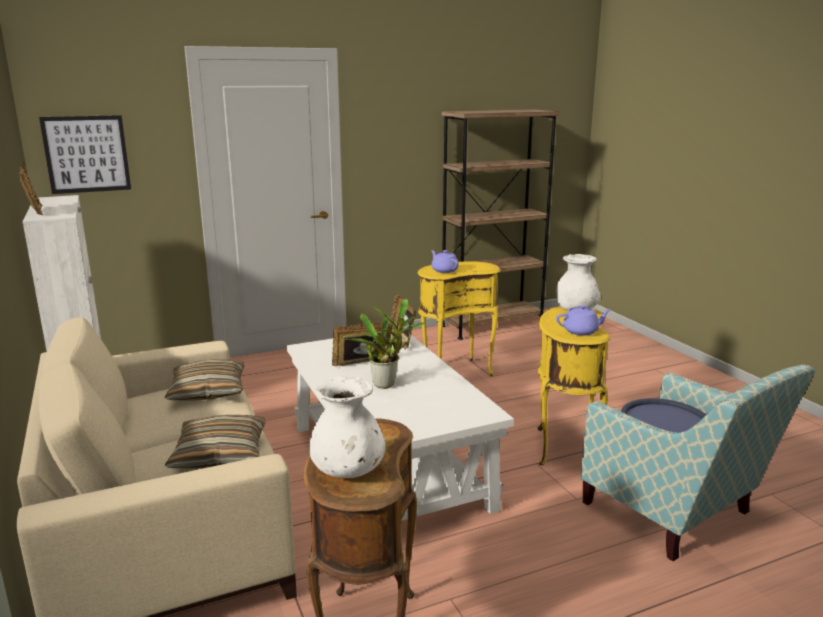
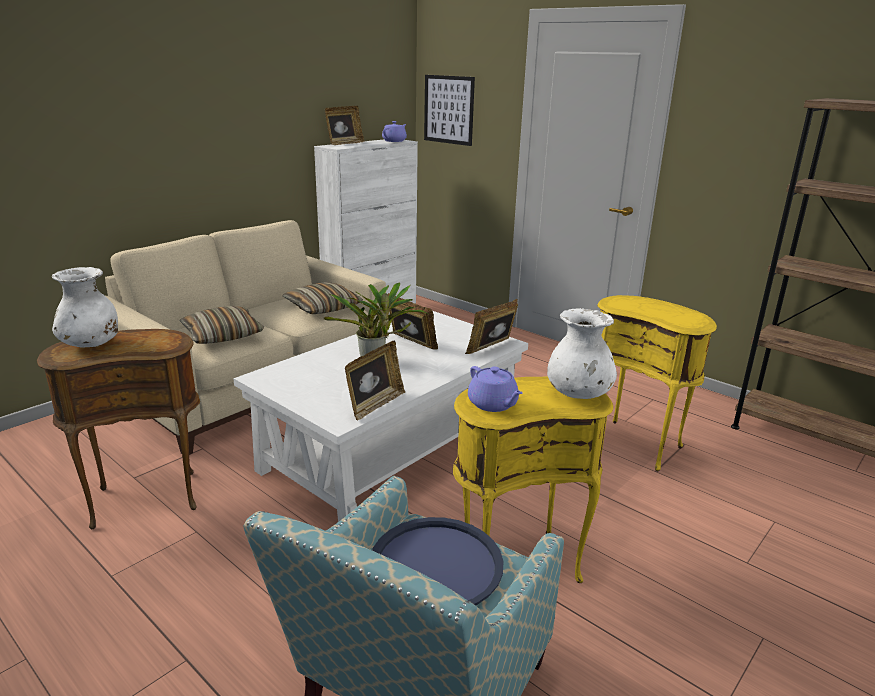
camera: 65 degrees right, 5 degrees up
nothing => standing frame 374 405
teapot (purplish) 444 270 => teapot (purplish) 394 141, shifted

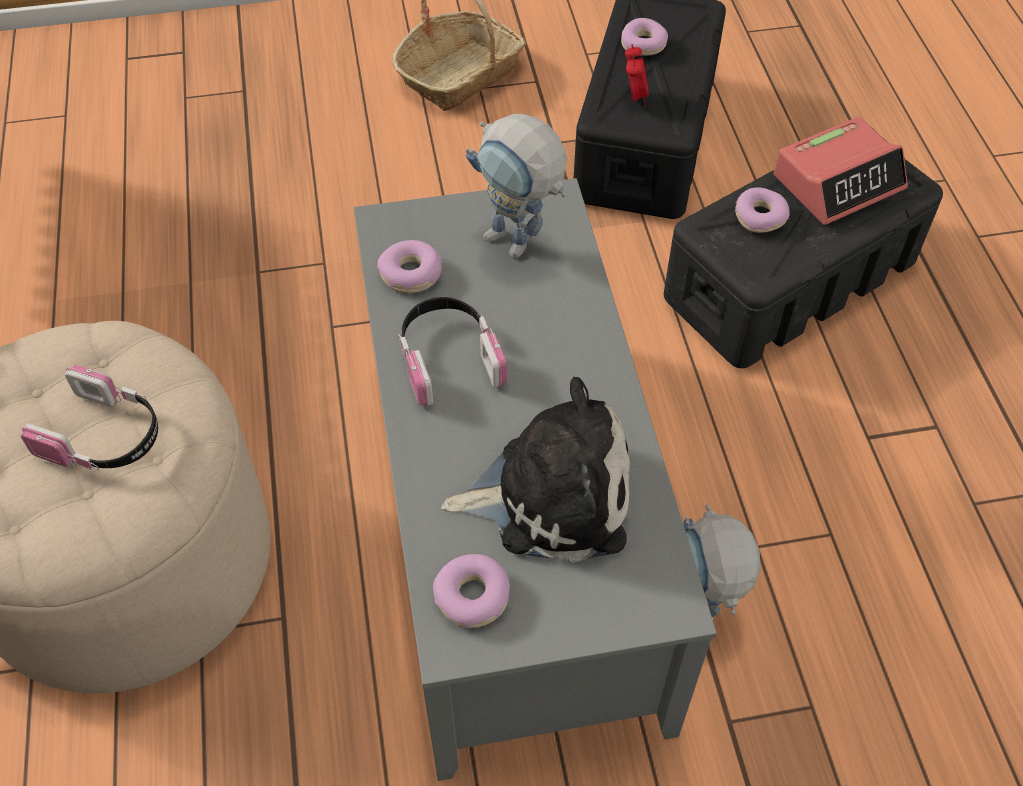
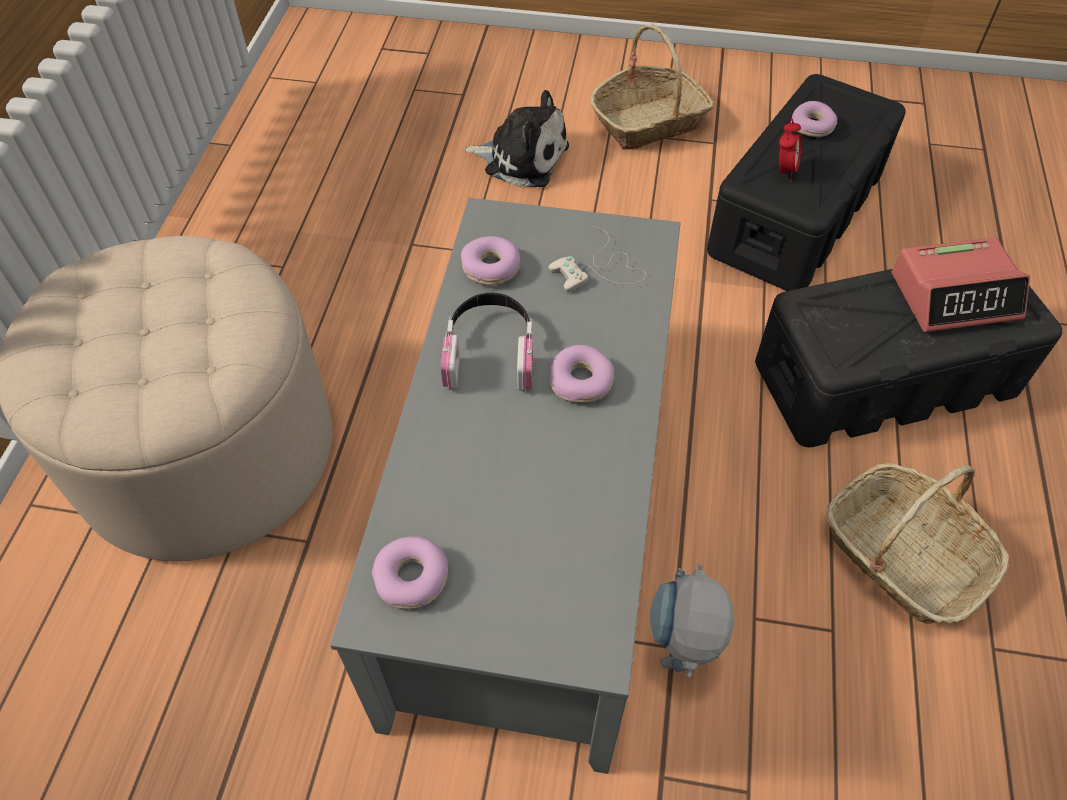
camera: 20 degrees right, 0 degrees up
cuddly toy 551 495 => cuddly toy 521 158, shifted
robot figure 519 246 => joypad (whitish) 599 269
donut 760 217 => donut 581 381, shifted
nothing => household basket 901 555
pair of headphones 105 437 => nothing

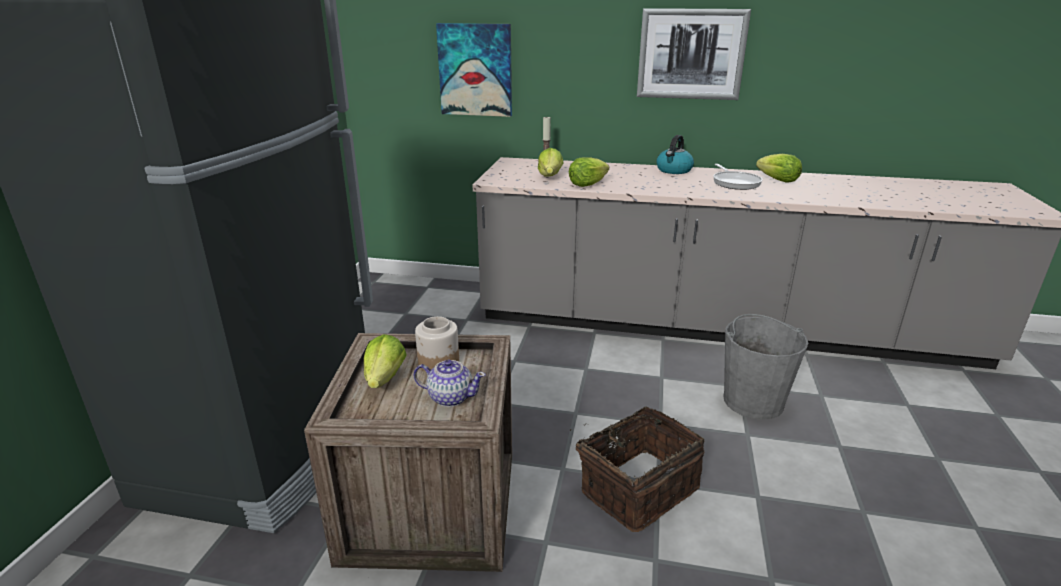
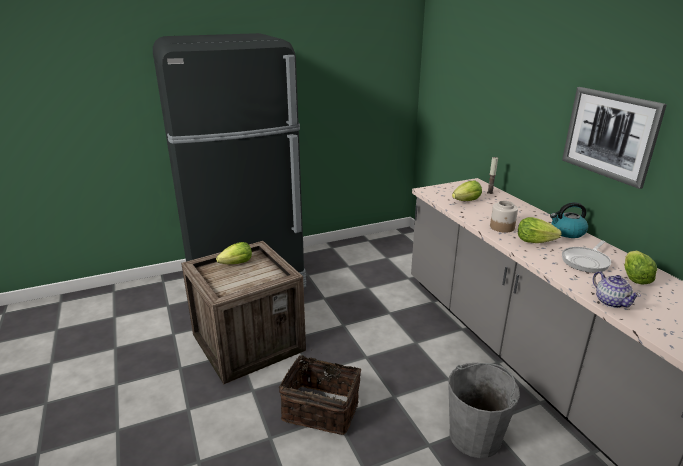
camera: 55 degrees right, 0 degrees up
storage jar 439 362 => storage jar 502 227, shifted
lettuce head 587 184 => lettuce head 534 241, shifted
teapot 450 397 => teapot 611 301, shifted
wall art 475 70 => nothing

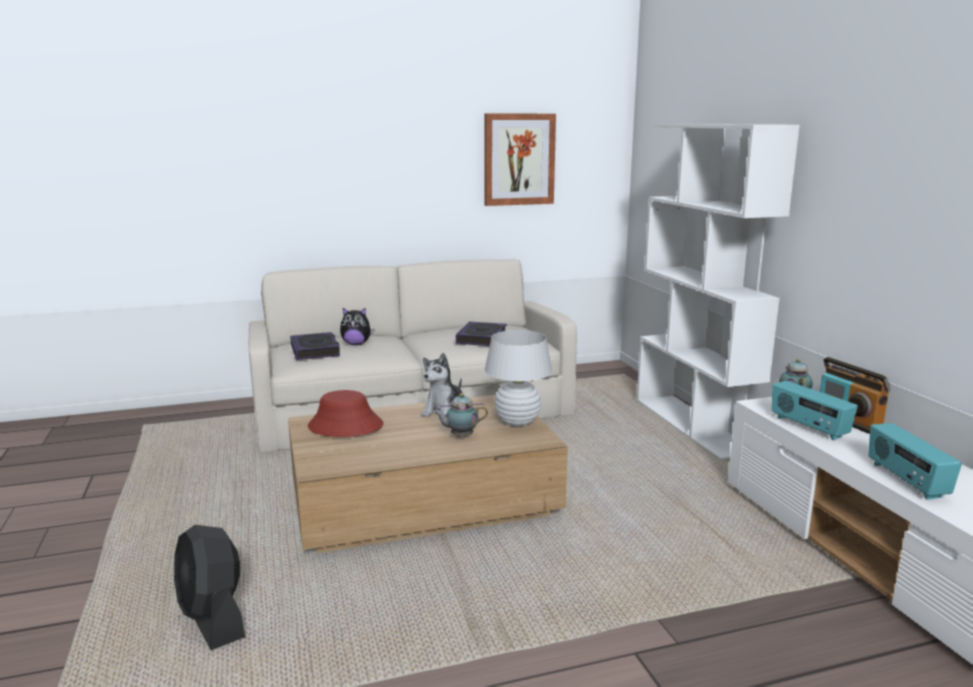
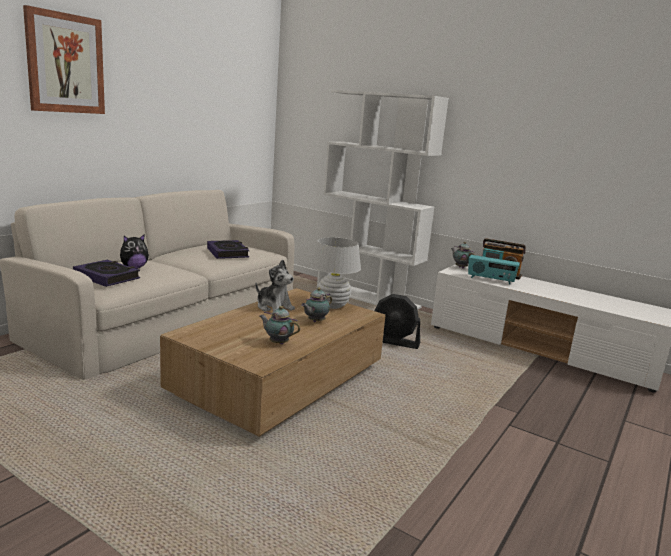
camera: 40 degrees left, 0 degrees up
wall art 519 159 => wall art 65 63, shifted
cuddly toy 445 411 => cuddly toy 274 307, 45 degrees counterclockwise
nothing => teapot 277 343
electric fan (black-coloured) 213 618 => electric fan (black-coloured) 394 342, shifted
clothing hat (red) 345 426 => nothing
radio receiver 905 480 => nothing

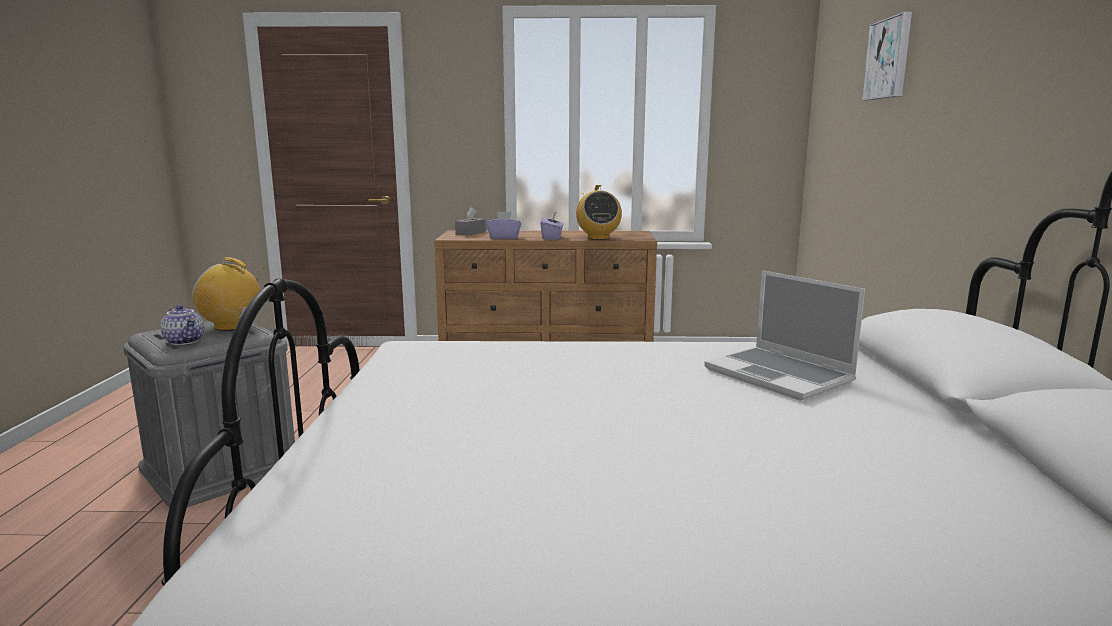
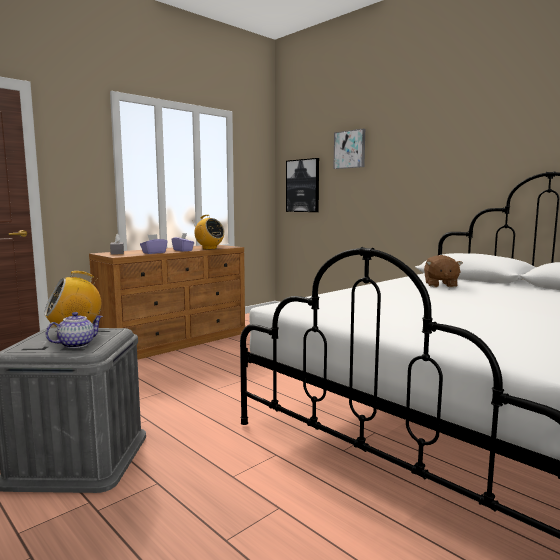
camera: 45 degrees left, 5 degrees down
teapot 185 341 => teapot 76 344, 45 degrees counterclockwise
nothing => wall art 303 186
laptop 781 375 => cuddly toy (brownish) 440 285

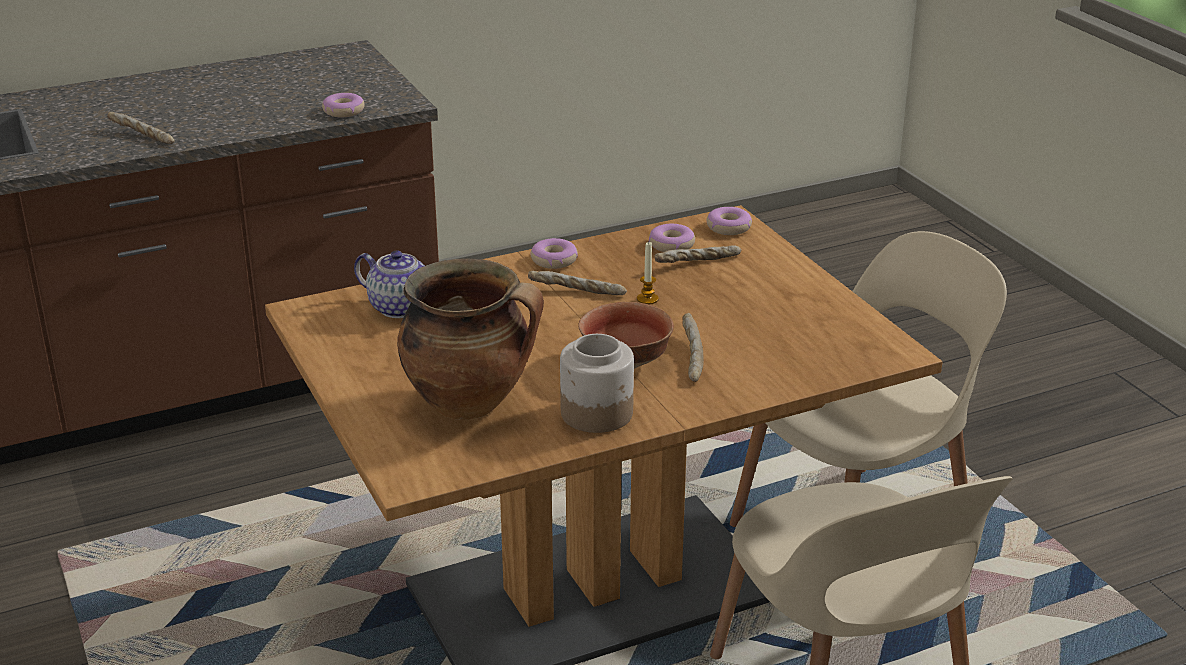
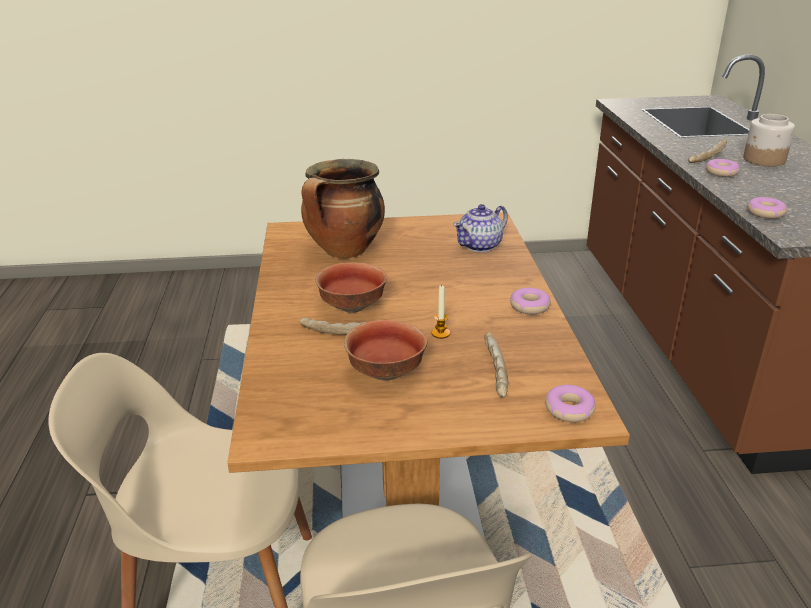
camera: 110 degrees right, 0 degrees up
nothing => serving bowl 385 371
donut 672 245 => donut 721 173, shifted
storage jar 597 413 => storage jar 764 160, shifted
bakery bread 577 293 => nothing

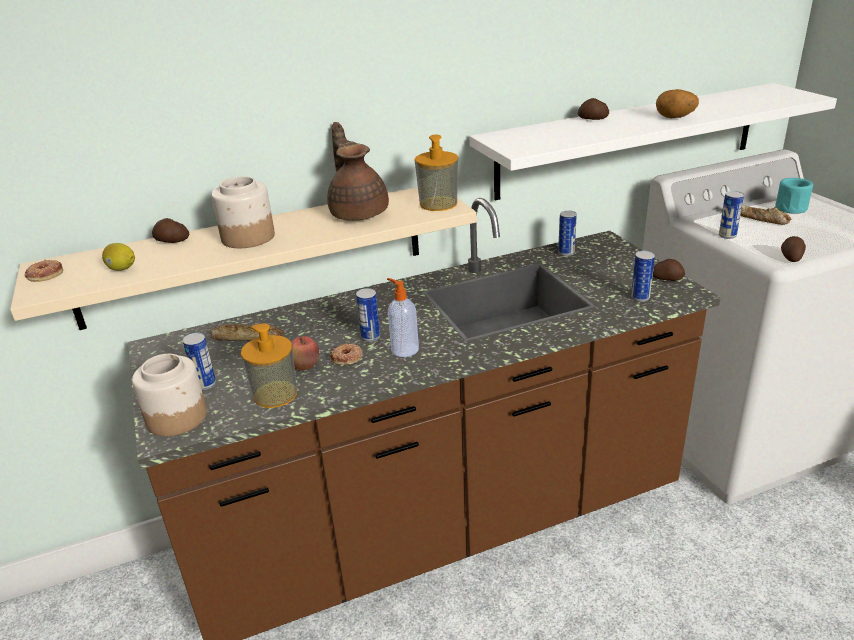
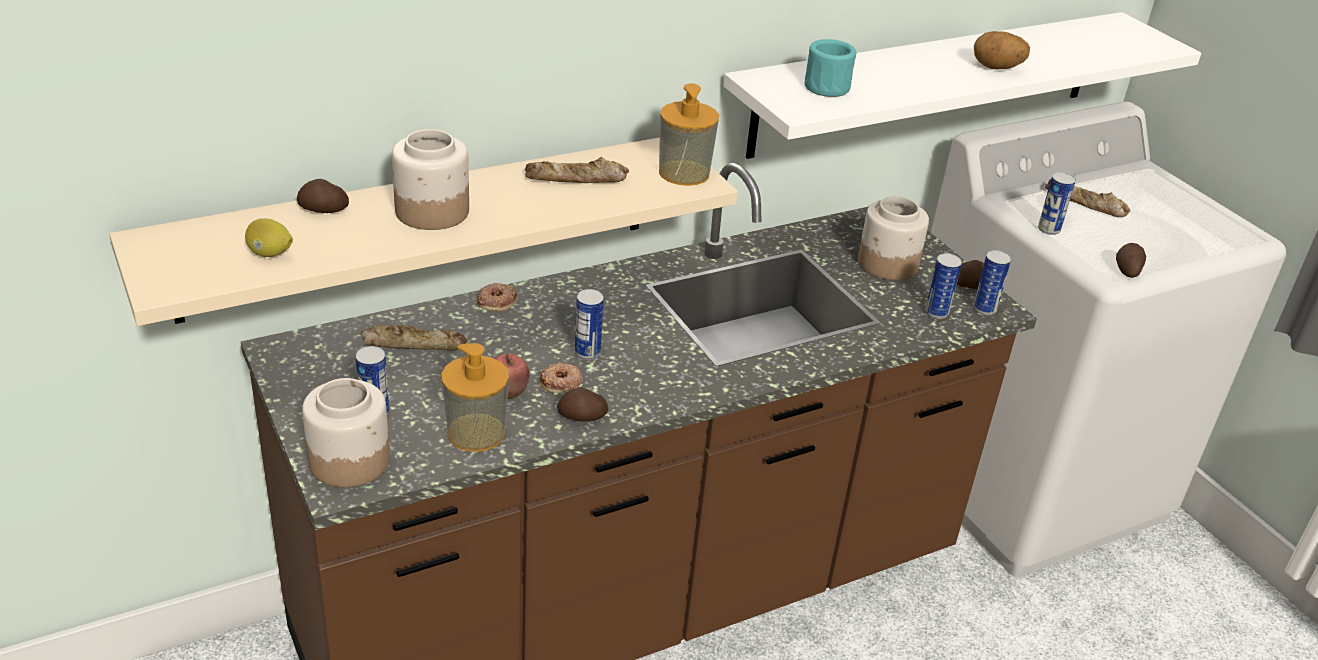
camera: 10 degrees left, 5 degrees up
donut 45 274 => donut 496 301, shifted
teapot (brownish) 359 212 => bakery bread 577 179
potato 593 119 => potato 582 417, shifted
tea mug (turquoise) 789 207 => tea mug (turquoise) 826 85, shifted
nothing => storage jar 887 264
can 566 252 => can 984 309, shifted
soap dispenser 404 349 => nothing

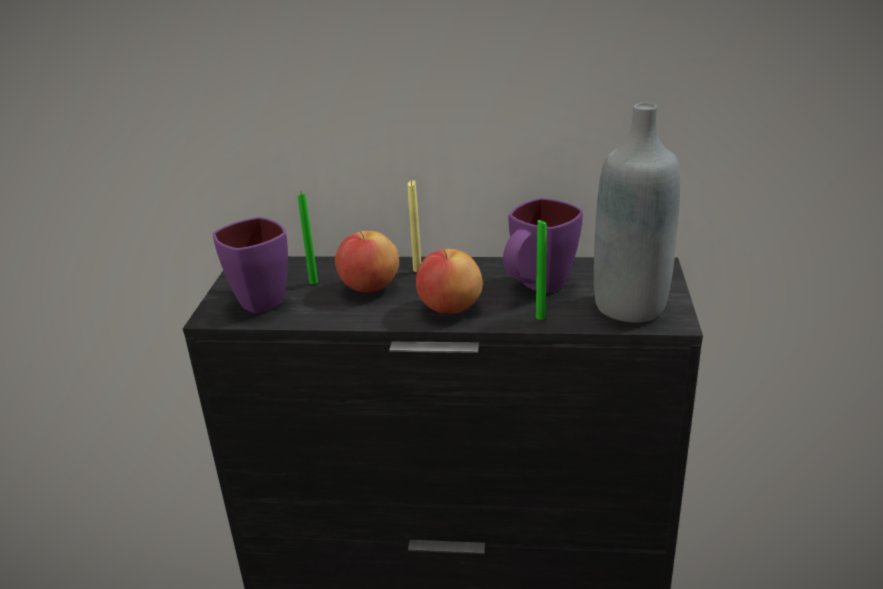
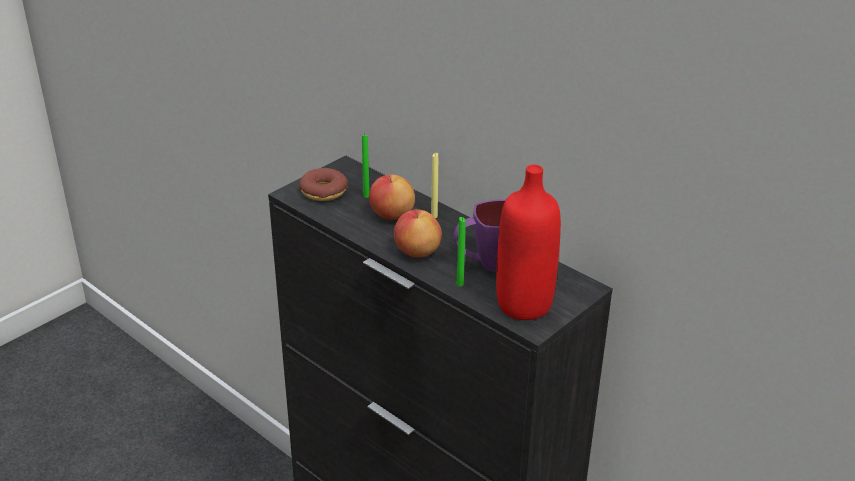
camera: 35 degrees right, 5 degrees up
tea mug (purplish) 255 298 => donut 323 192
bottle (greyish) 630 306 => bottle (red) 524 304

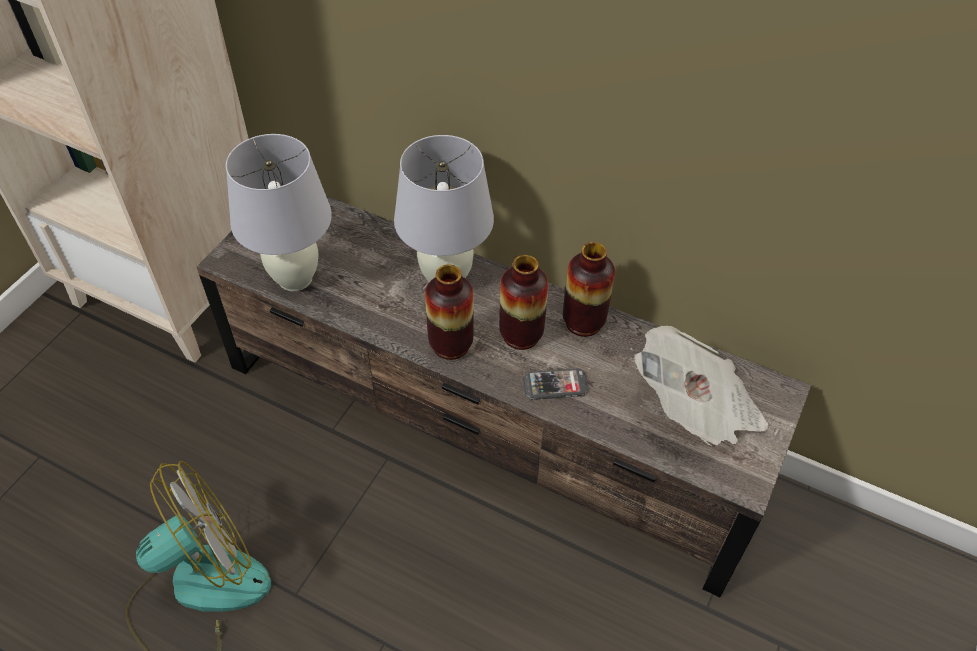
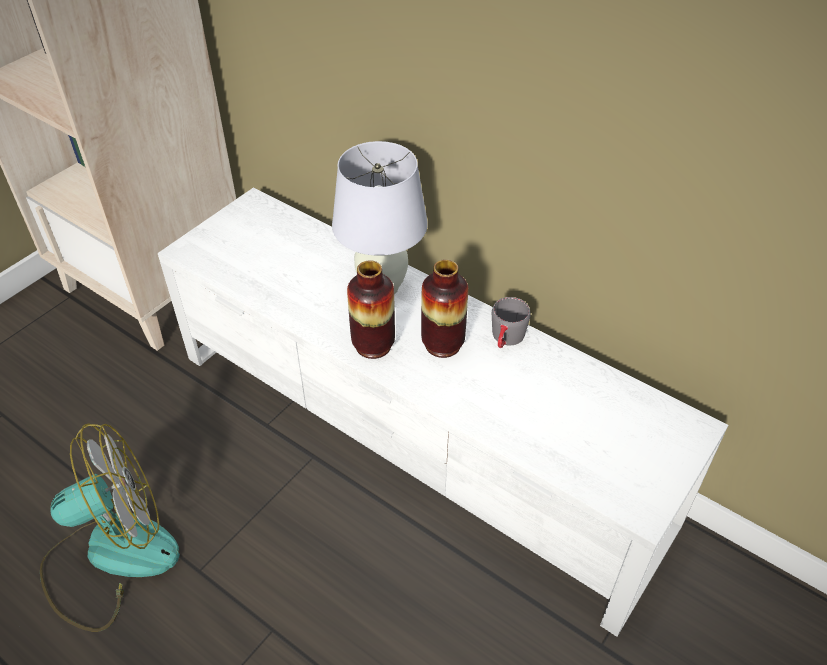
camera: 10 degrees right, 5 degrees down
tv unit (brownish) 489 423 => tv unit (whitish) 416 437
flower vase 583 322 => tea mug (greyish) 506 340
table lamp (whitish) 295 279 => nothing
handset 555 385 => nothing
daily paper 696 408 => nothing

